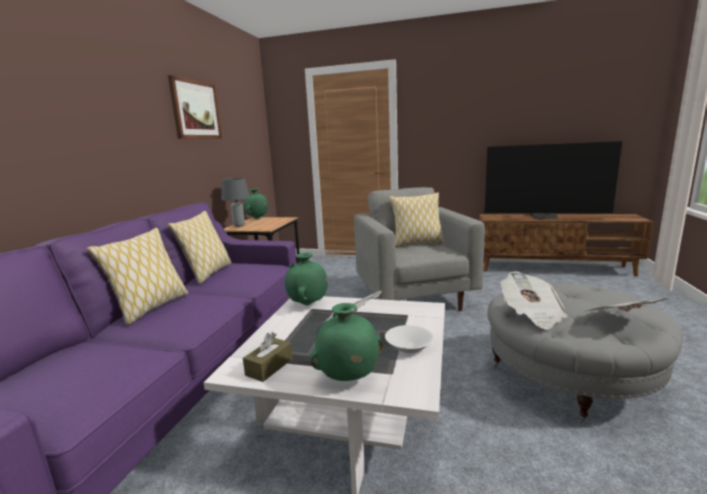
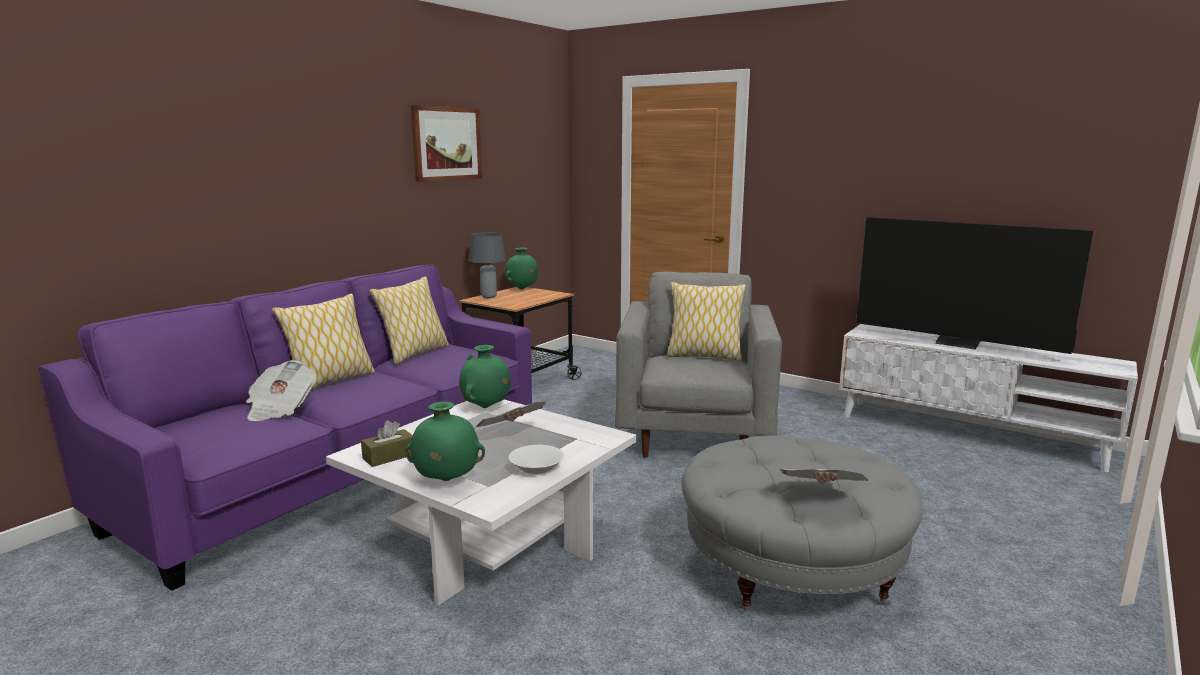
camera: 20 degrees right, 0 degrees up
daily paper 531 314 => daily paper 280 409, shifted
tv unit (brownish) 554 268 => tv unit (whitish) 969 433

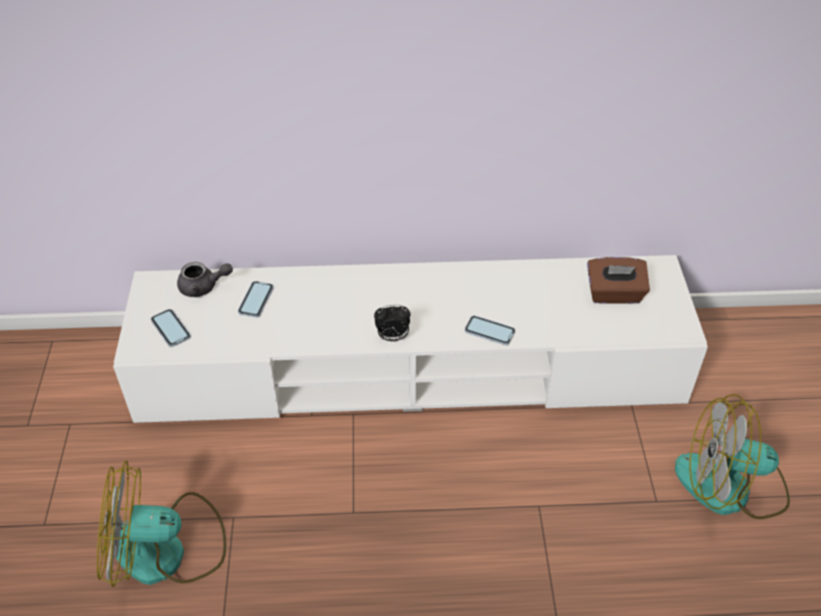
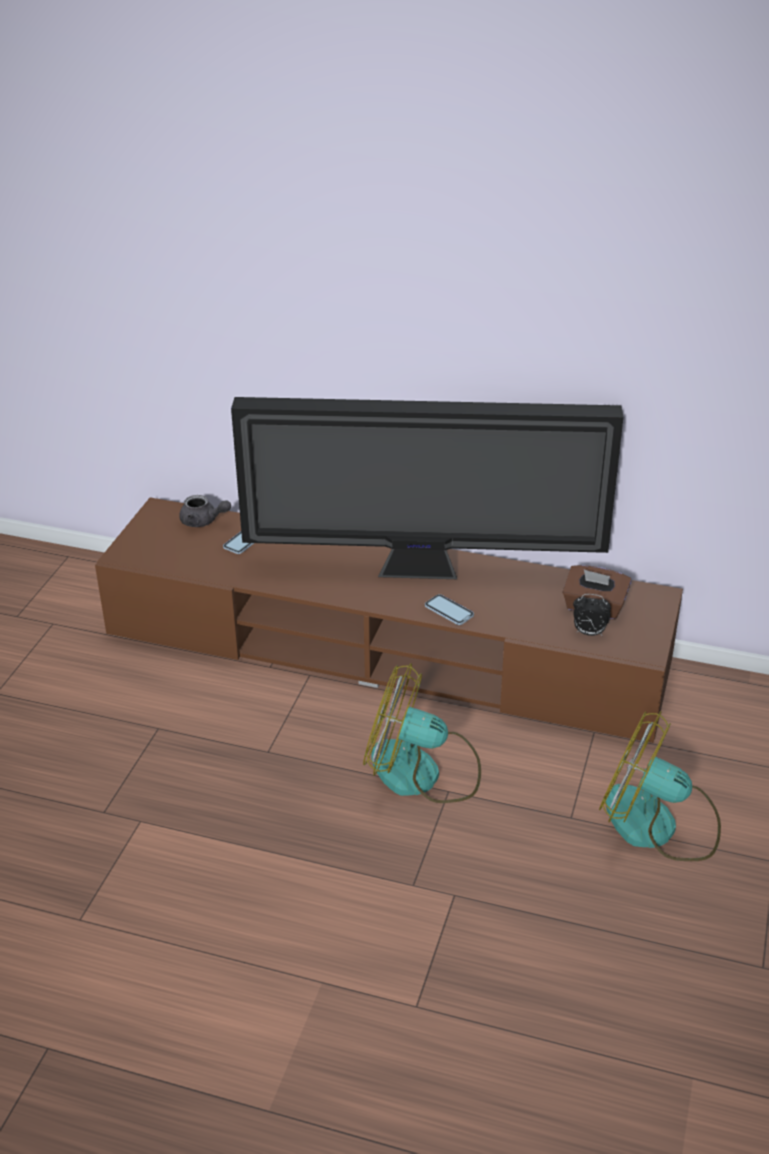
camera: 20 degrees right, 10 degrees down
tv unit (whitish) 411 368 => tv unit (brownish) 386 651
nothing => TV set 423 571
electric fan 166 550 => electric fan 422 773, shifted
table clock 392 337 => table clock 589 633, shifted
handset 171 329 => nothing

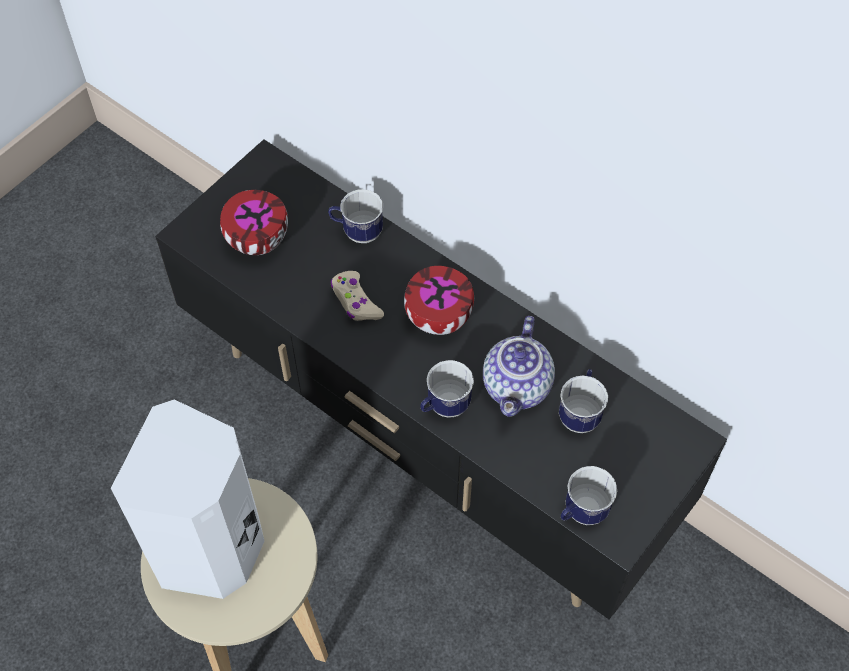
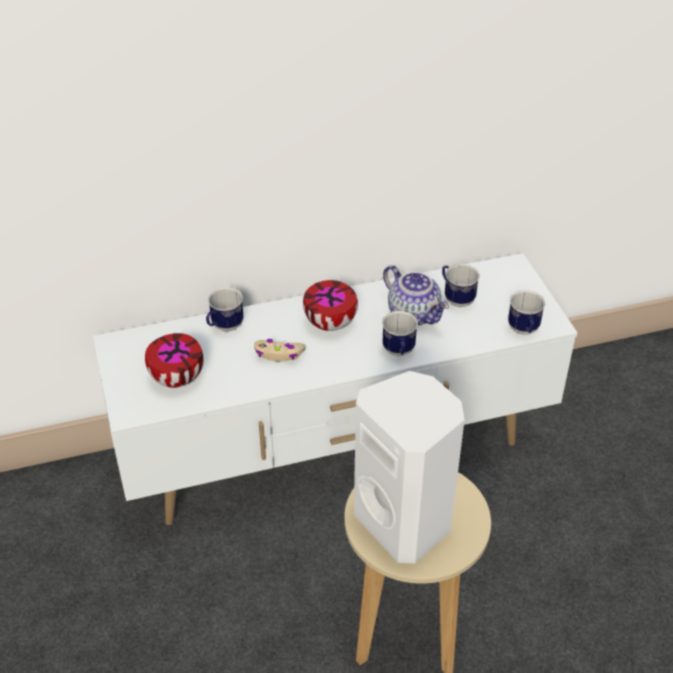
camera: 55 degrees left, 15 degrees down
tv unit (black-coloured) 427 441 => tv unit (whitish) 337 454

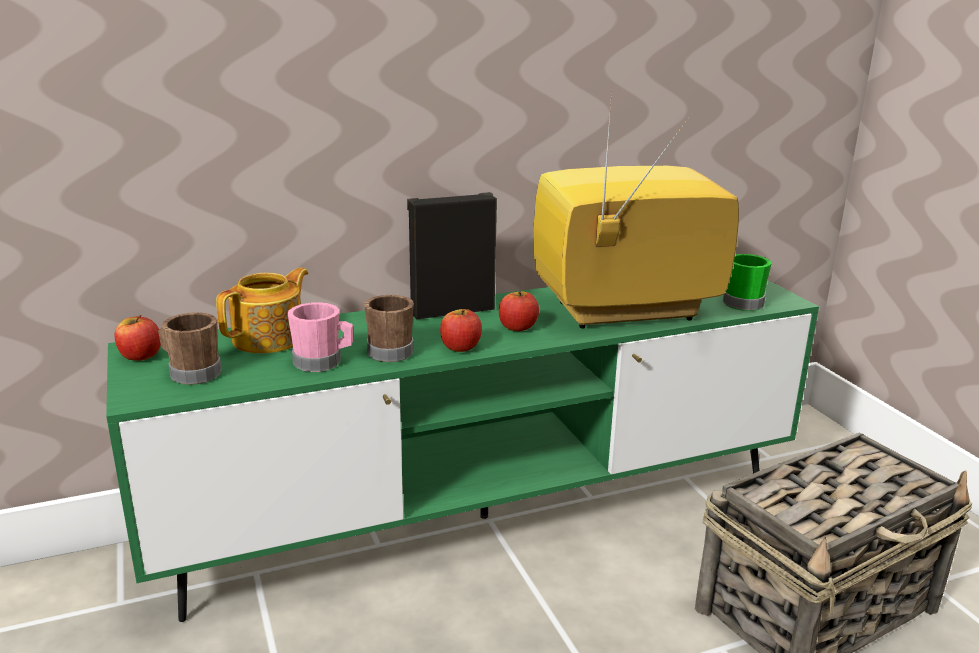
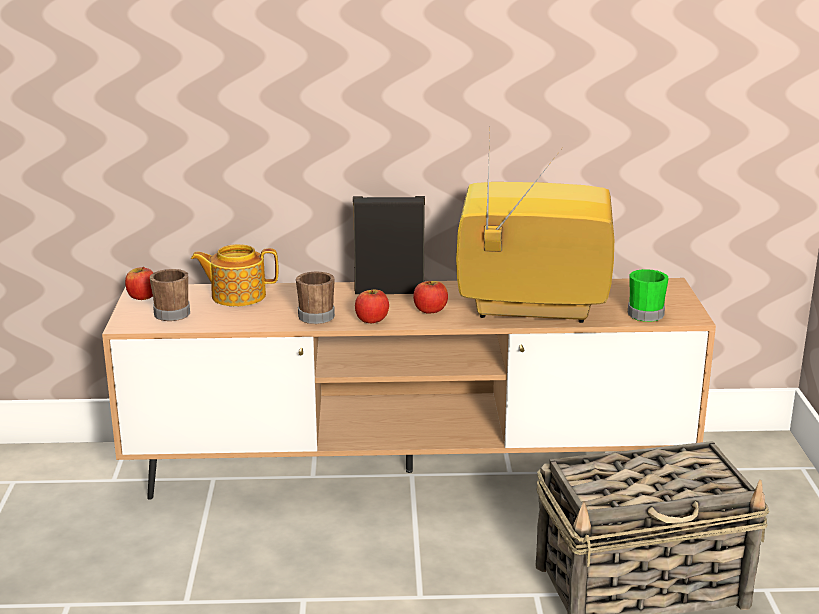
camera: 20 degrees right, 0 degrees up
tv unit (green) 484 517 => tv unit (brownish) 409 471
teapot 270 339 => teapot 237 296, 150 degrees counterclockwise
tea mug (pink-coloured) 323 362 => nothing

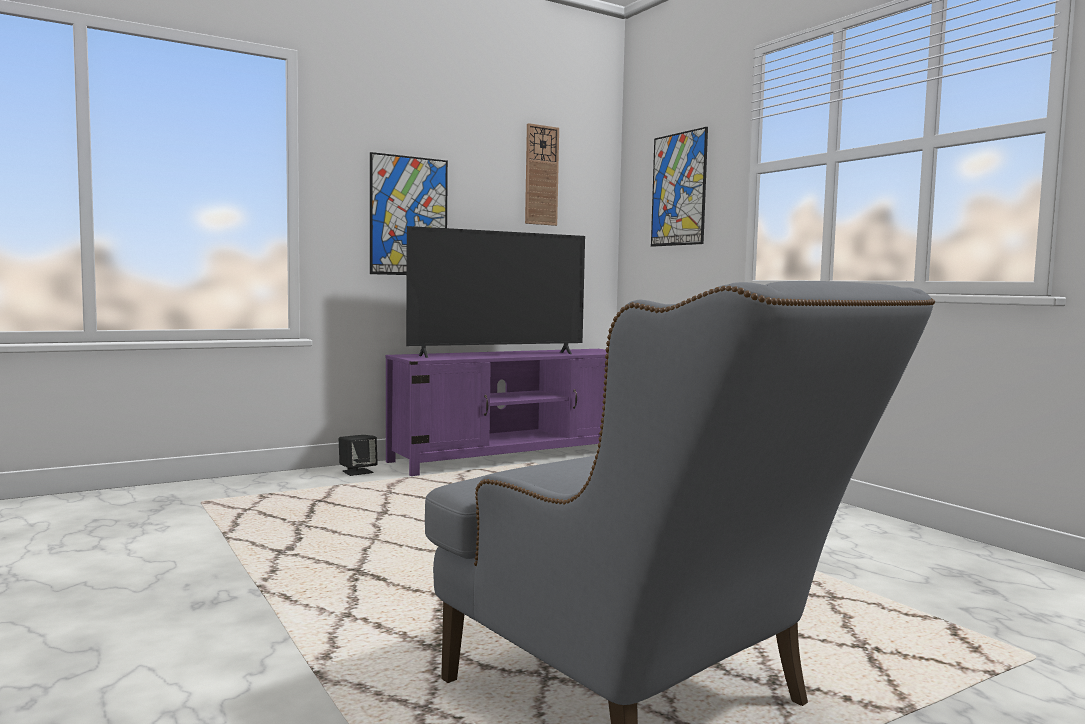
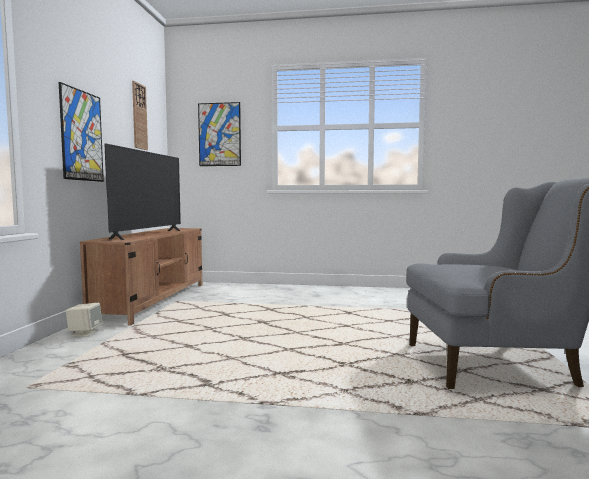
camera: 50 degrees left, 0 degrees up
speaker (black-coloured) 357 472 => speaker (sand-coloured) 85 333
tv unit (purplish) 515 456 => tv unit (brownish) 154 300

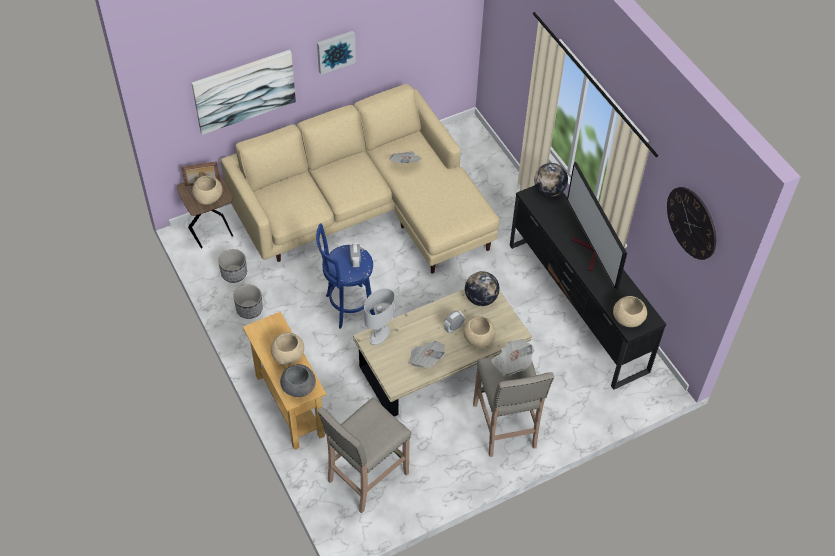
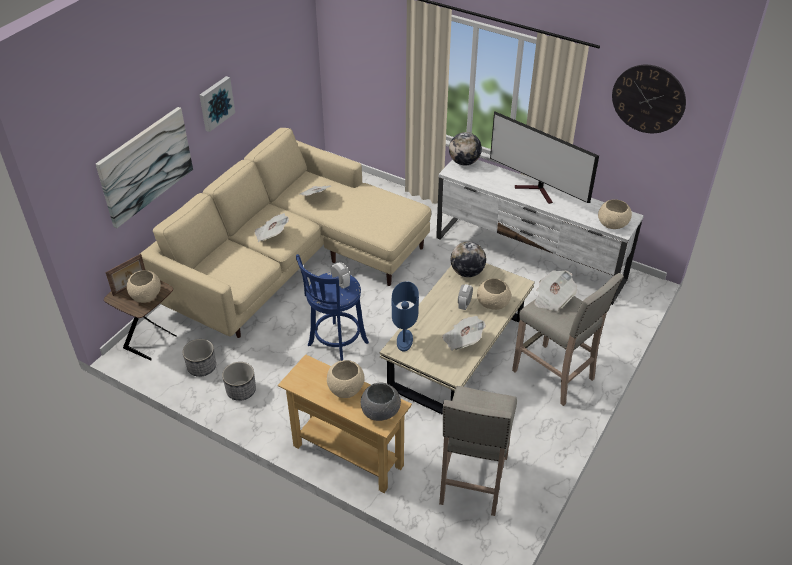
camera: 30 degrees left, 10 degrees down
nothing => daily paper 271 235
table lamp (whitish) 379 336 => table lamp (bluish) 405 341
tv unit (black-coloured) 577 307 => tv unit (whitish) 530 259

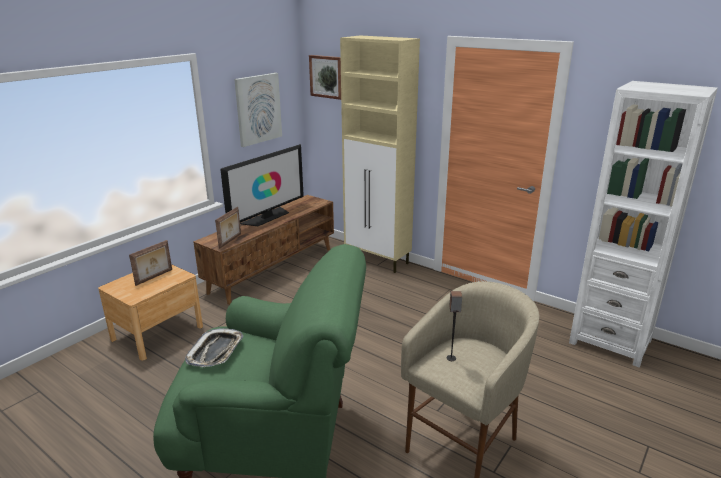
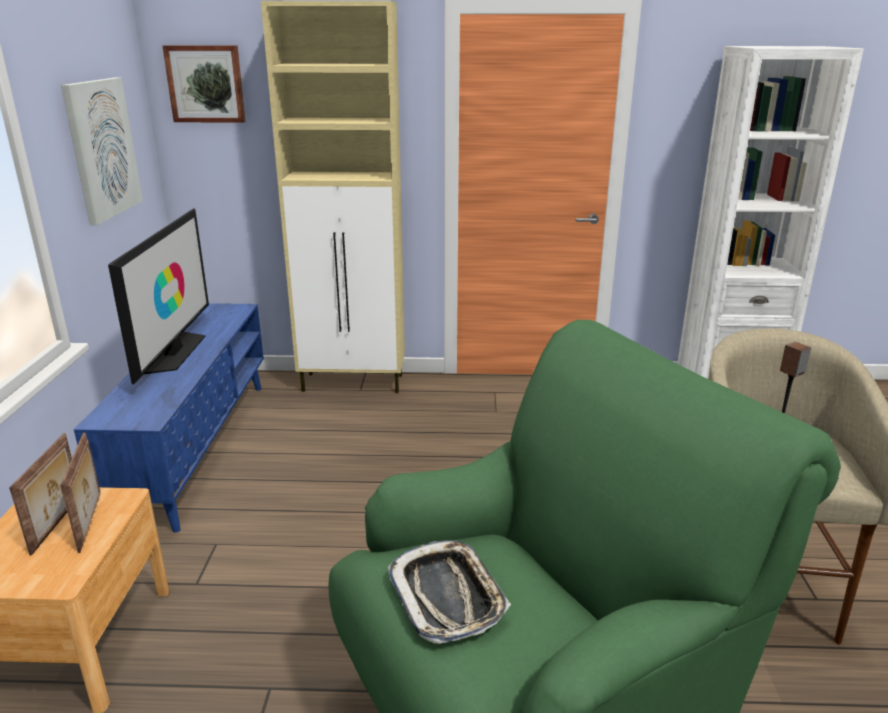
camera: 35 degrees left, 0 degrees up
standing frame 230 241 => standing frame 91 522, shifted
tv unit (brownish) 273 269 => tv unit (bluish) 197 447

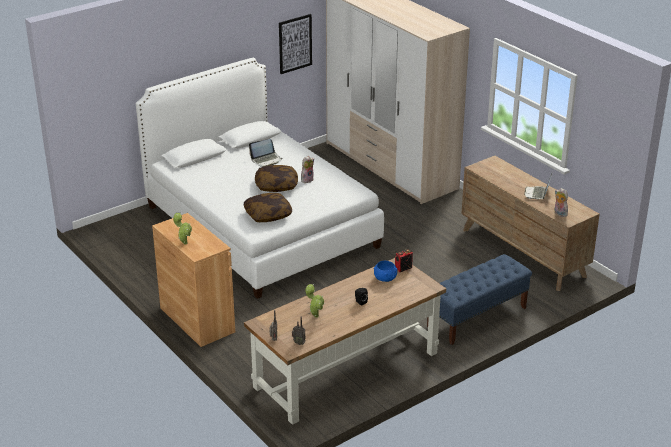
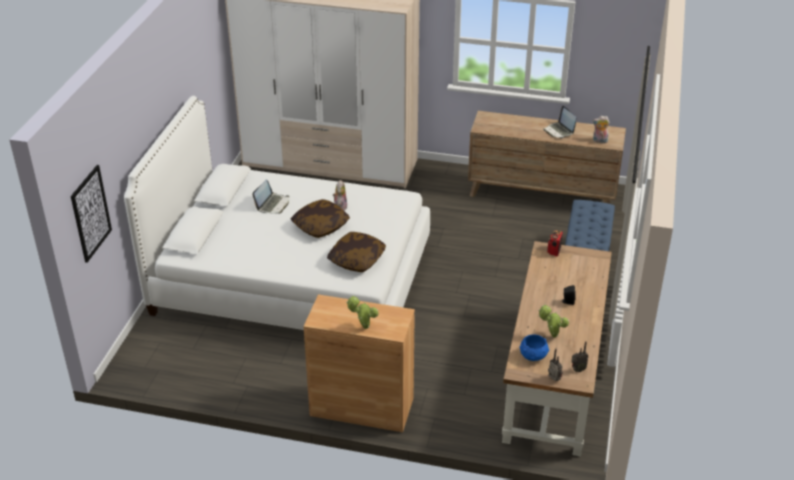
camera: 40 degrees left, 5 degrees up
wall art 295 43 => wall art 91 213, shifted
serving bowl (bluish) 385 278 => serving bowl (bluish) 533 355, shifted

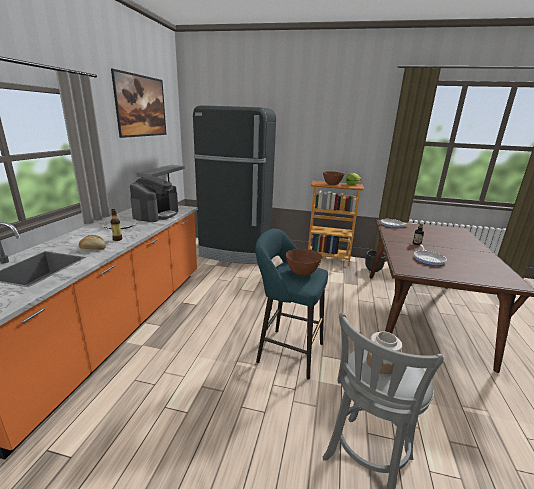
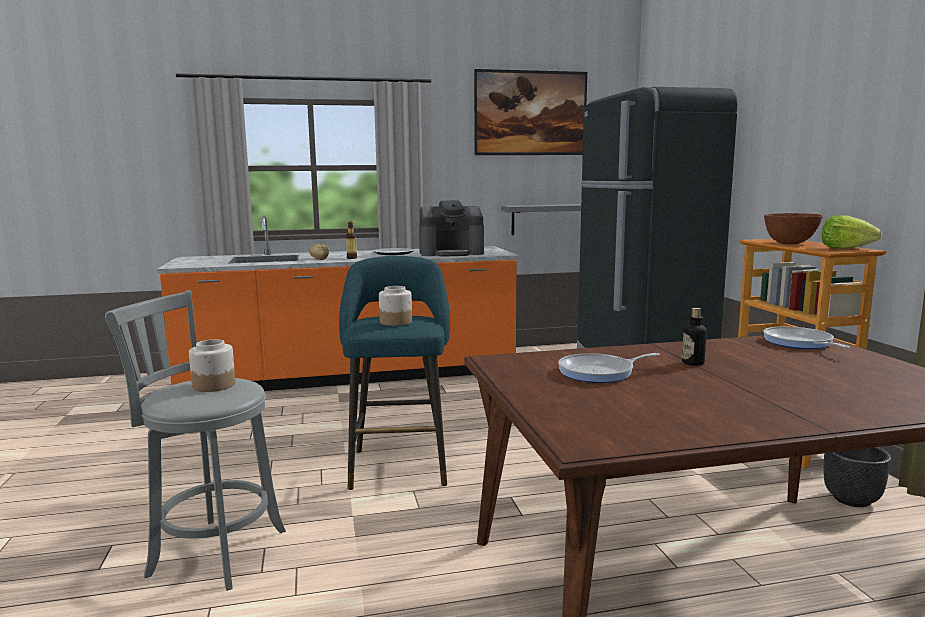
camera: 65 degrees right, 10 degrees down
serving bowl (brownish) 302 273 => storage jar 396 322

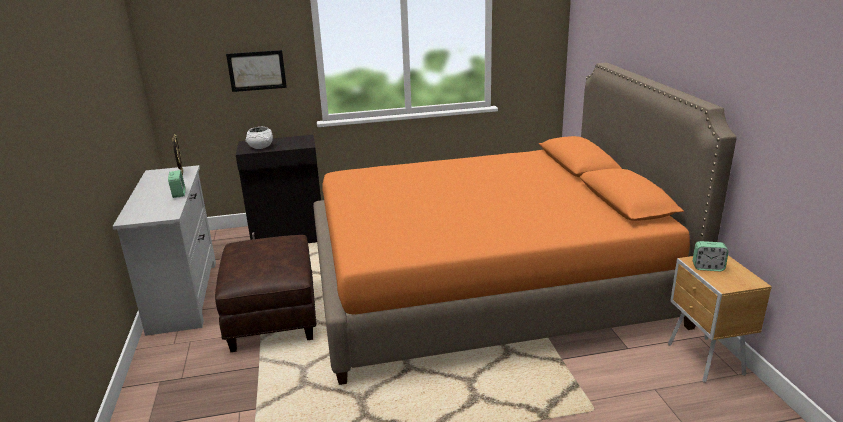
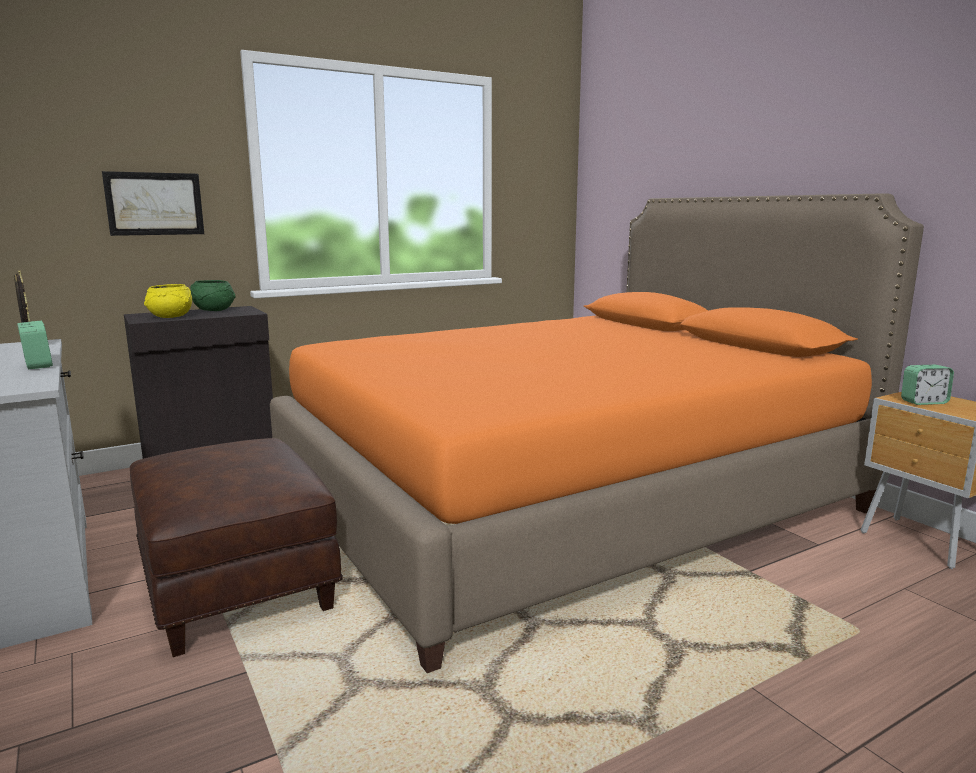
camera: 20 degrees left, 10 degrees down
serving bowl (whitish) 261 147 => serving bowl (yellow) 171 316
nothing => serving bowl (green) 213 310

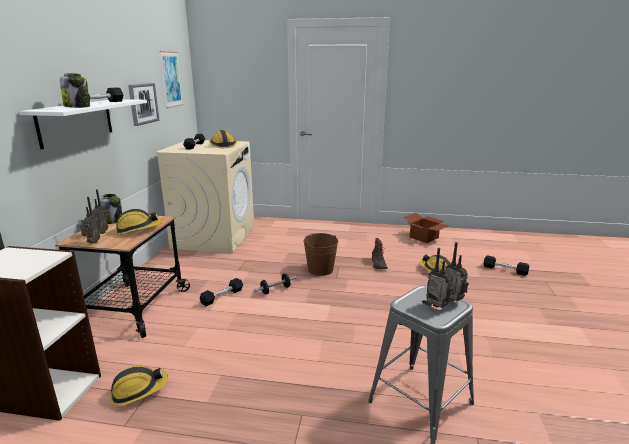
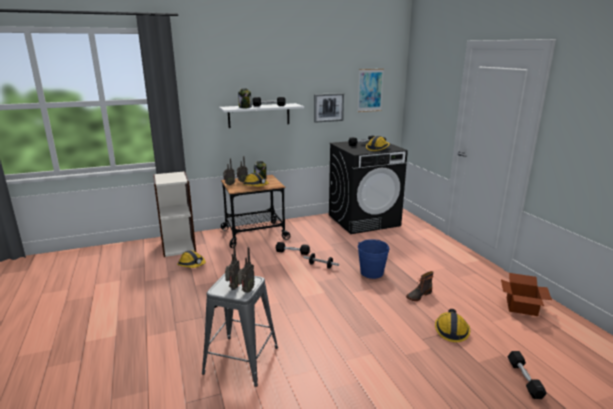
camera: 60 degrees right, 0 degrees up
laundry machine (sand-coloured) 214 237 => laundry machine (black-coloured) 364 220
water bucket (brownish) 320 269 => water bucket (bluish) 371 272

